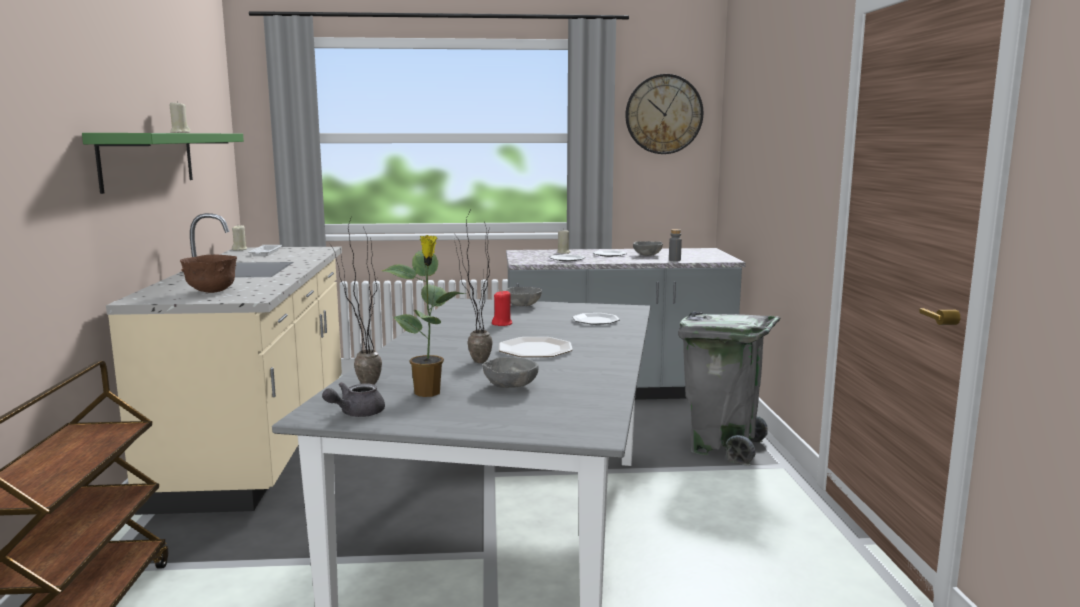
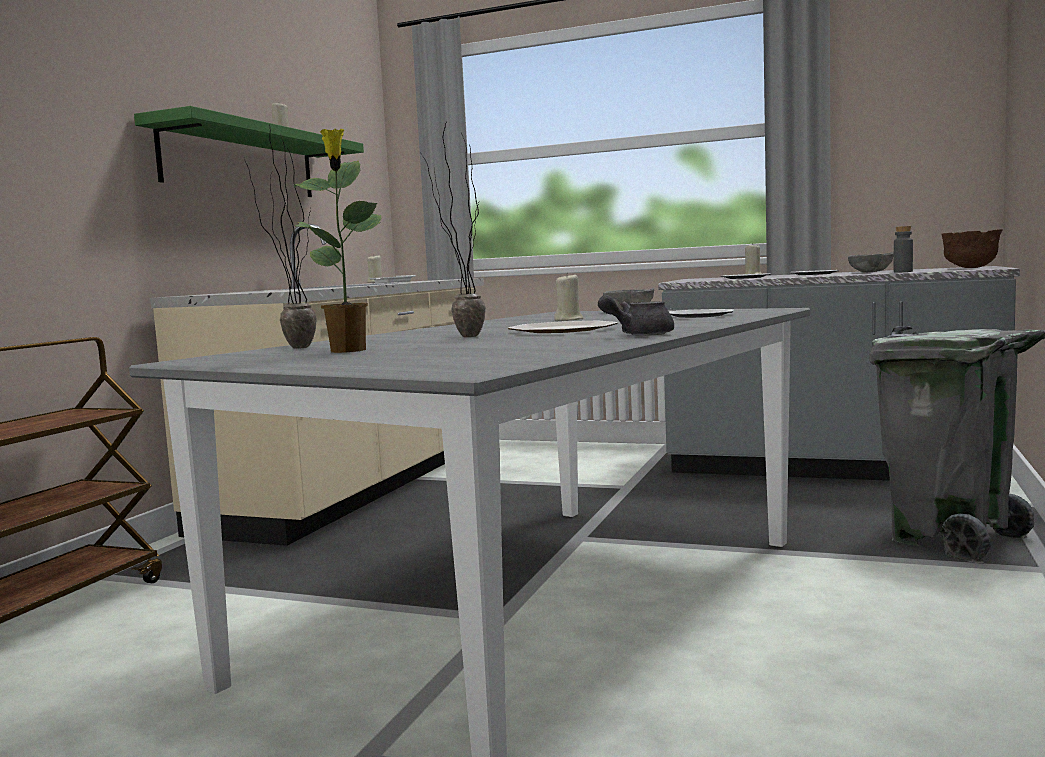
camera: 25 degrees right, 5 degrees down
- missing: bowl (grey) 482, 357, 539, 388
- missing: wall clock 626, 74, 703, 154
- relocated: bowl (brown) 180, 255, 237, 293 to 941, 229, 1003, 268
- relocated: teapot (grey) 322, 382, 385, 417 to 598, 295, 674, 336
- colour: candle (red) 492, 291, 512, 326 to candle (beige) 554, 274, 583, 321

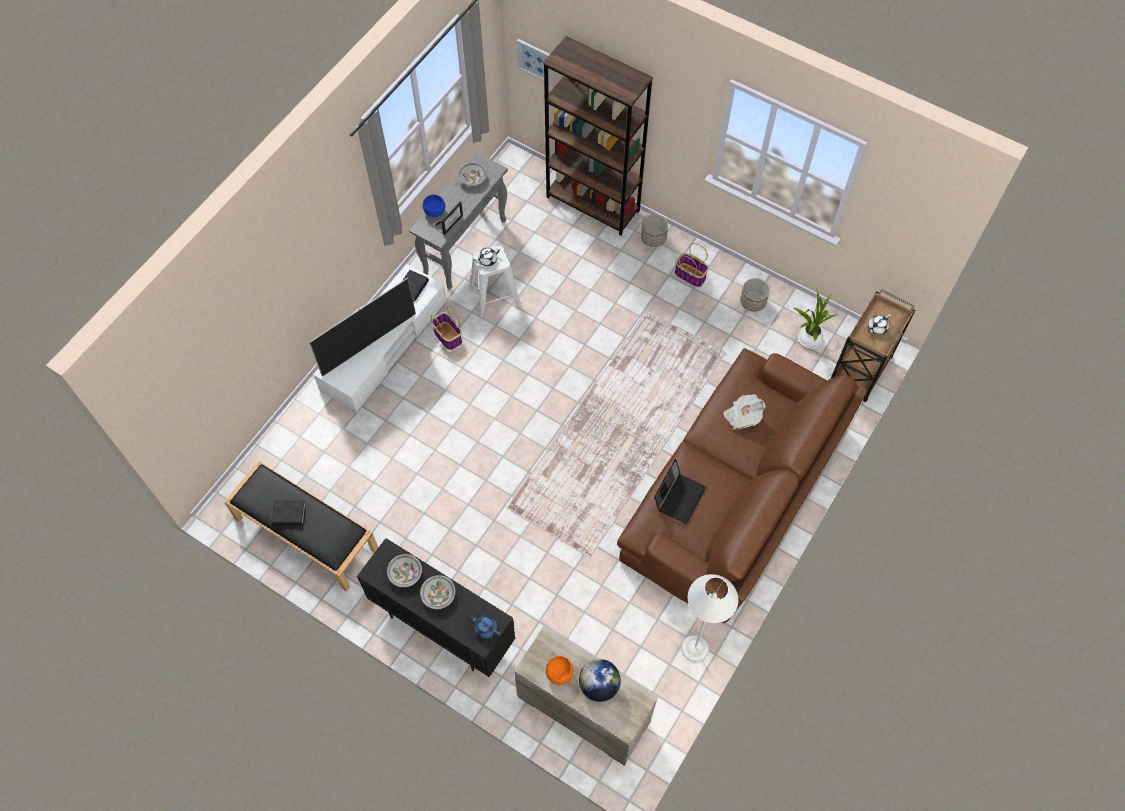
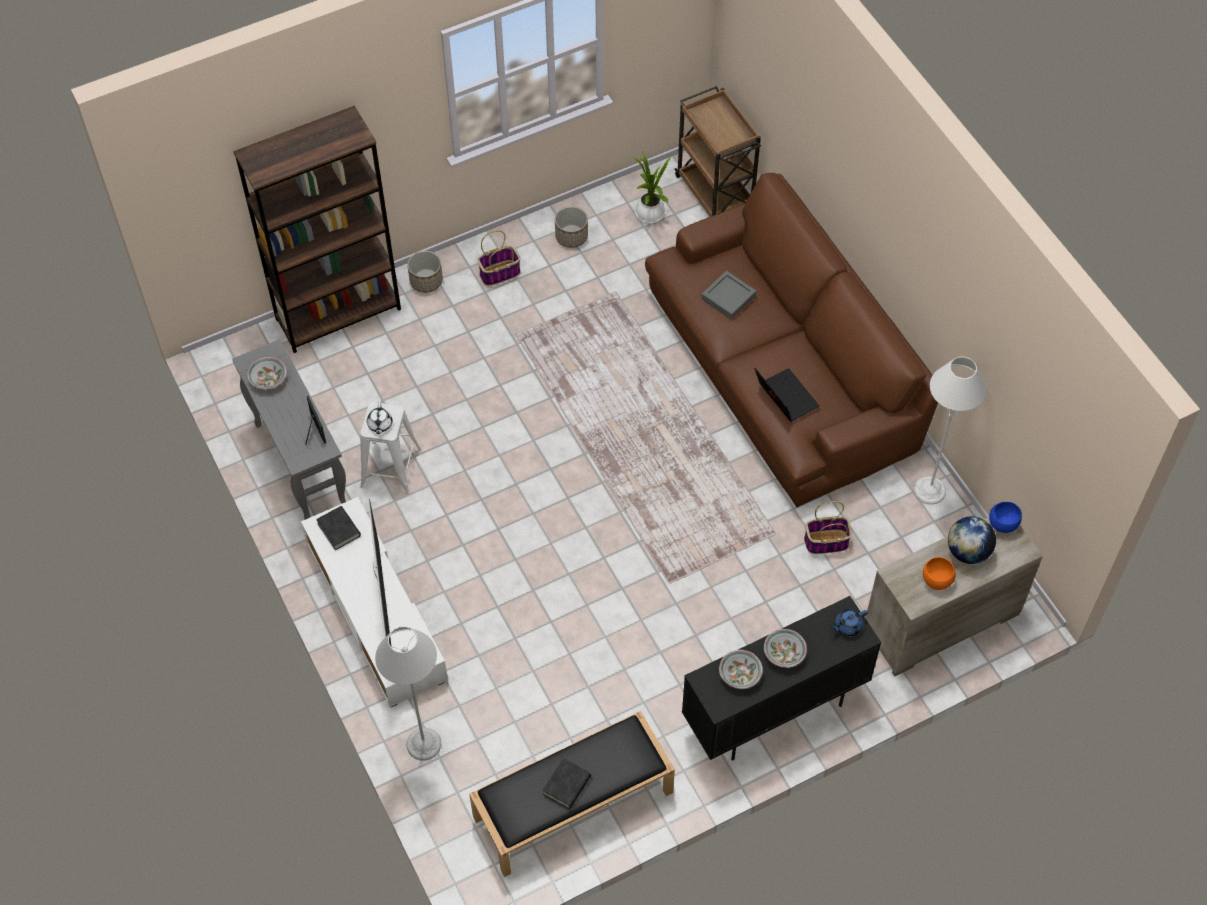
camera: 60 degrees left, 5 degrees down
- missing: picture 517, 39, 552, 84
- missing: teapot (white) 868, 314, 891, 335
- appeared: floor lamp (grey) 375, 626, 441, 761
- relocated: bowl (blue) 423, 194, 445, 217 to 989, 502, 1022, 533
- relocated: basket 431, 306, 462, 350 to 804, 501, 852, 554
- exchanged: newspaper 723, 394, 766, 430 to tray (grey) 701, 271, 756, 319

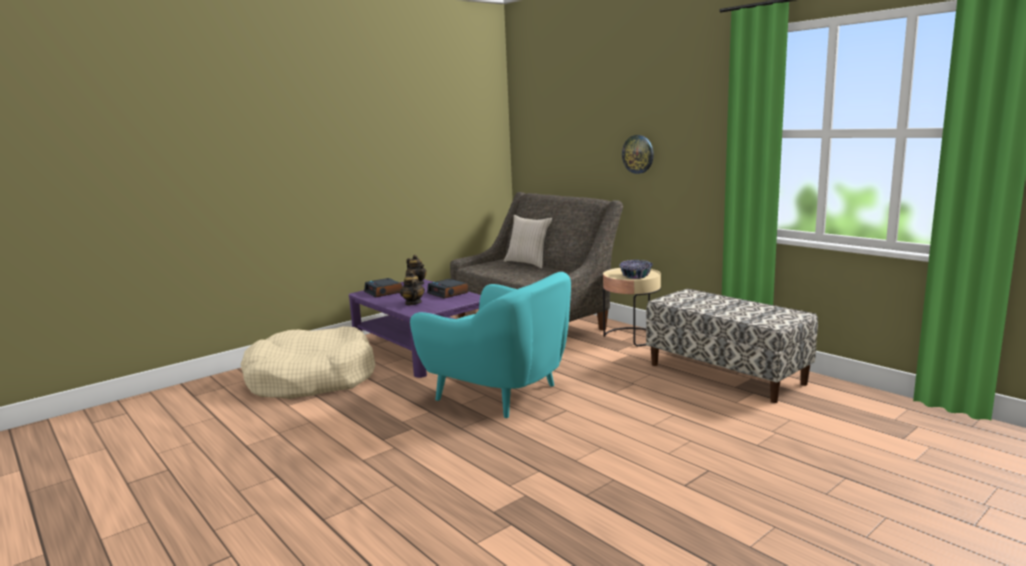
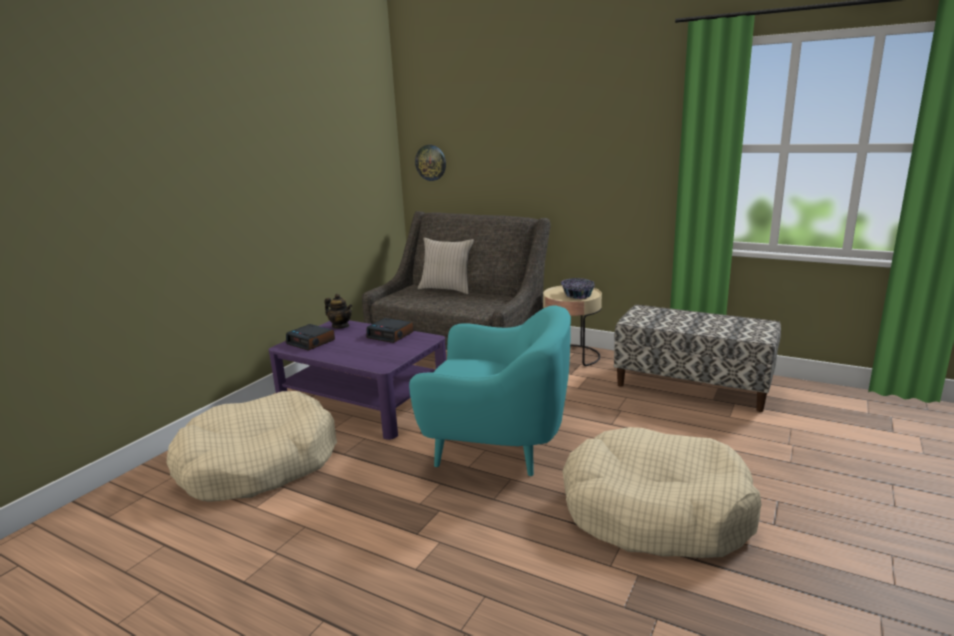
camera: 20 degrees left, 5 degrees up
- missing: teapot 400, 271, 425, 305
- appeared: dog bed (beige) 562, 427, 762, 558
- relocated: wall clock 622, 135, 654, 174 to 415, 145, 446, 181

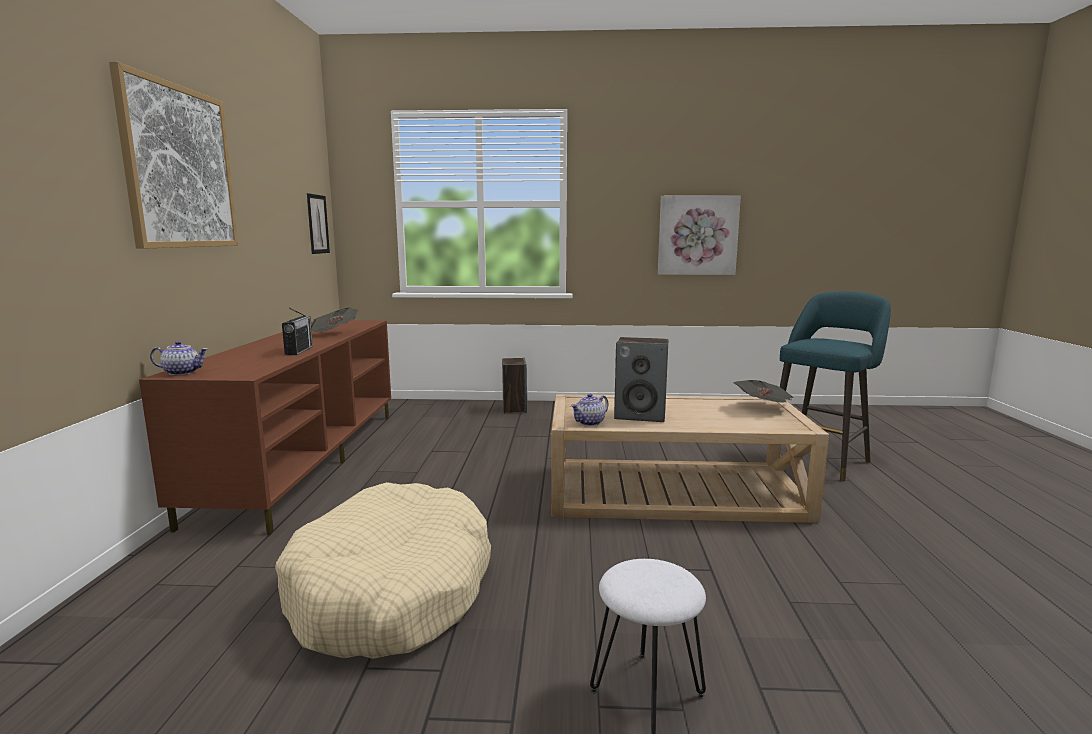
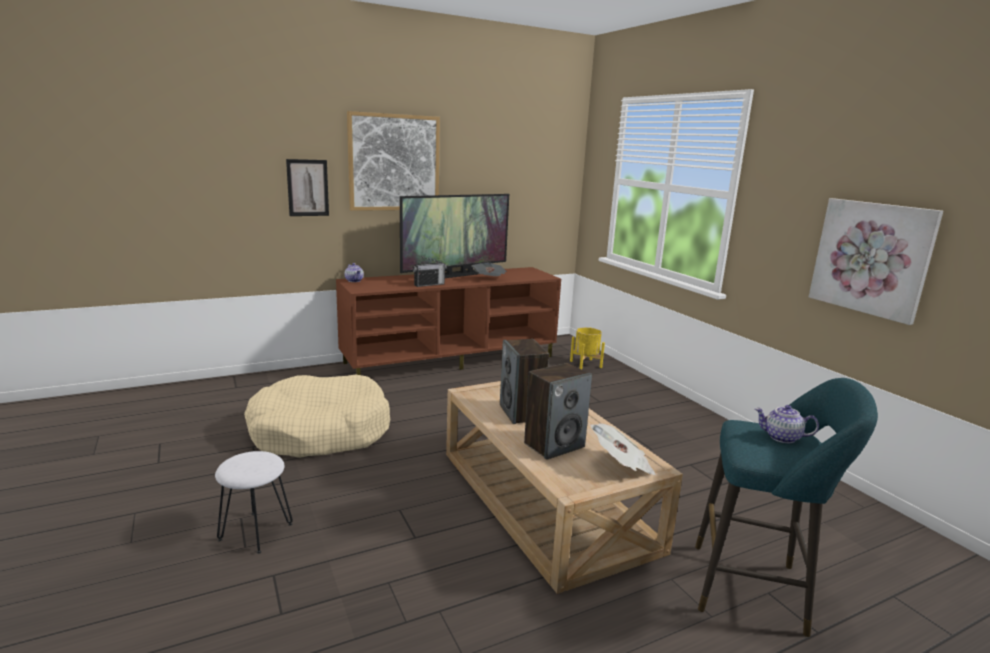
camera: 60 degrees right, 5 degrees up
- appeared: television 400, 194, 509, 278
- appeared: planter (yellow) 570, 327, 605, 370
- relocated: picture 307, 193, 330, 254 to 286, 159, 329, 216
- relocated: speaker 502, 358, 527, 414 to 524, 363, 592, 460
- relocated: teapot 571, 394, 608, 426 to 755, 405, 819, 443

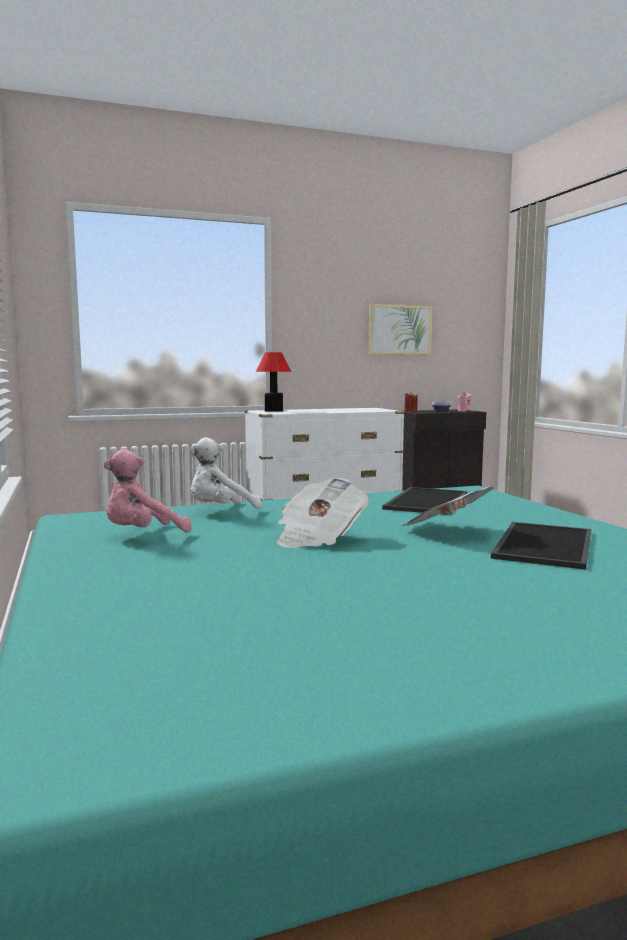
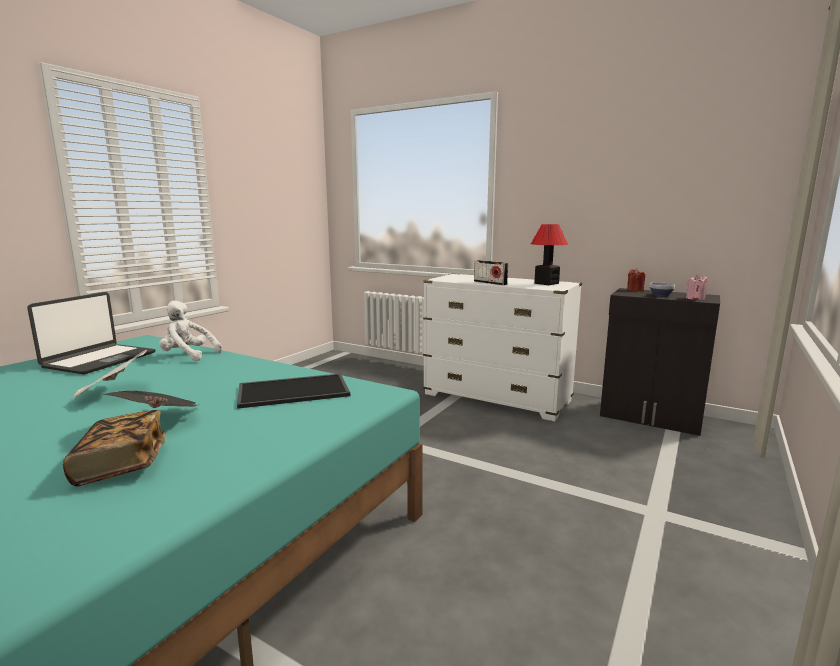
camera: 50 degrees right, 5 degrees up
- missing: picture 368, 304, 432, 355
- appeared: radio 474, 260, 508, 285
- relocated: table lamp 256, 352, 291, 412 to 531, 224, 568, 285
- exchanged: plush toy (pink) 104, 449, 192, 533 to laptop 27, 292, 155, 375
- exchanged: tray 491, 522, 591, 570 to book 63, 410, 166, 486

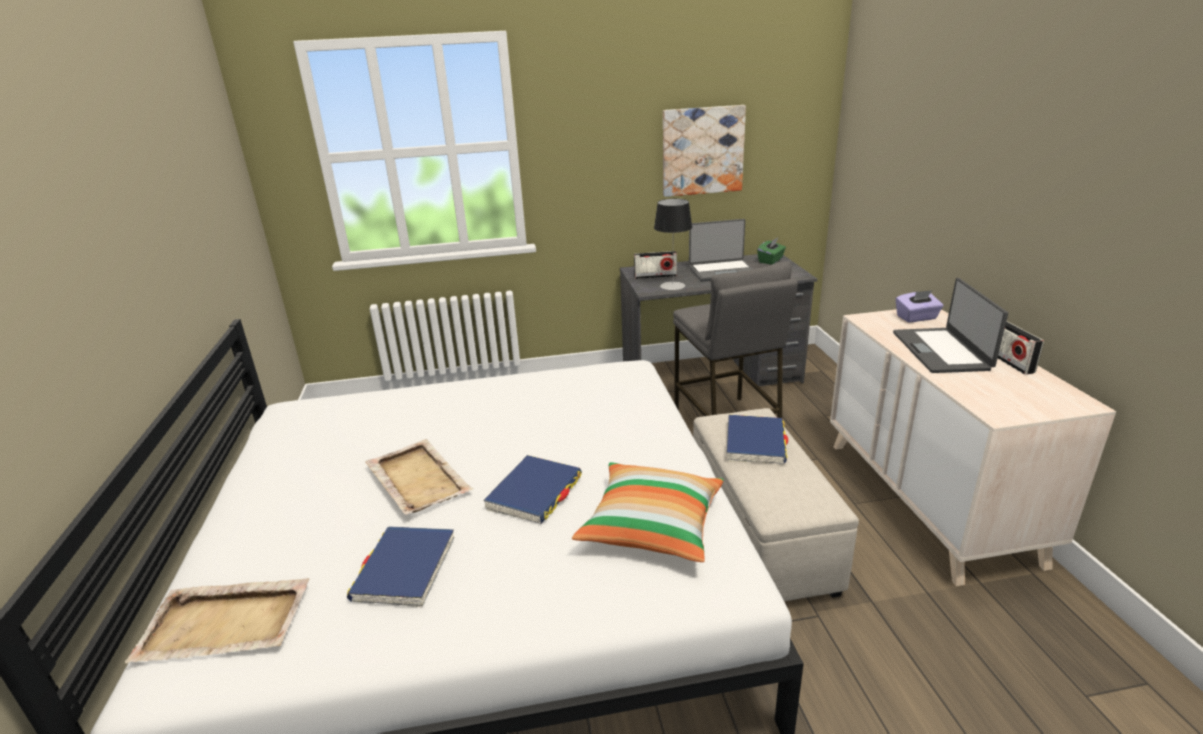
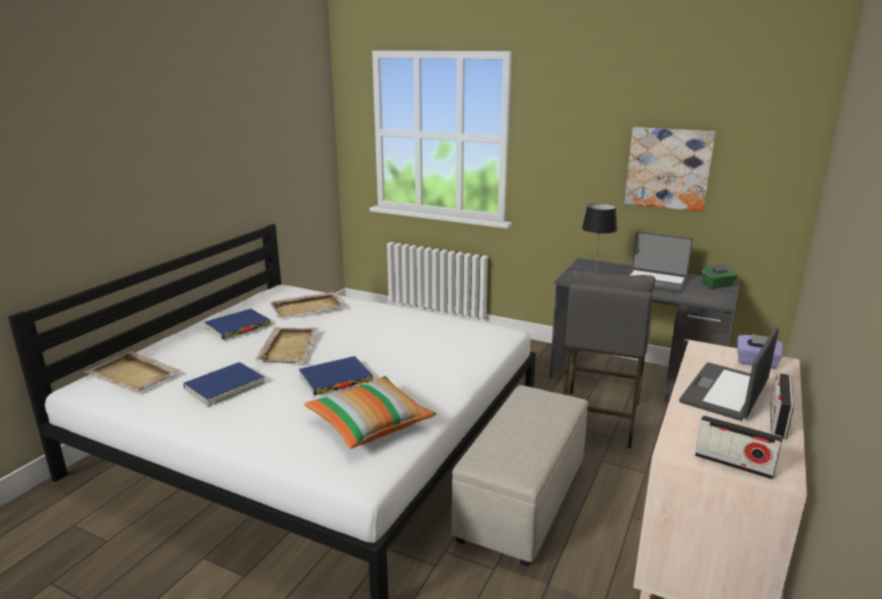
camera: 35 degrees right, 5 degrees down
- appeared: tray (beige) 270, 292, 345, 318
- relocated: radio 634, 251, 677, 279 to 695, 415, 783, 479
- relocated: book (blue) 727, 415, 788, 464 to 204, 309, 271, 339

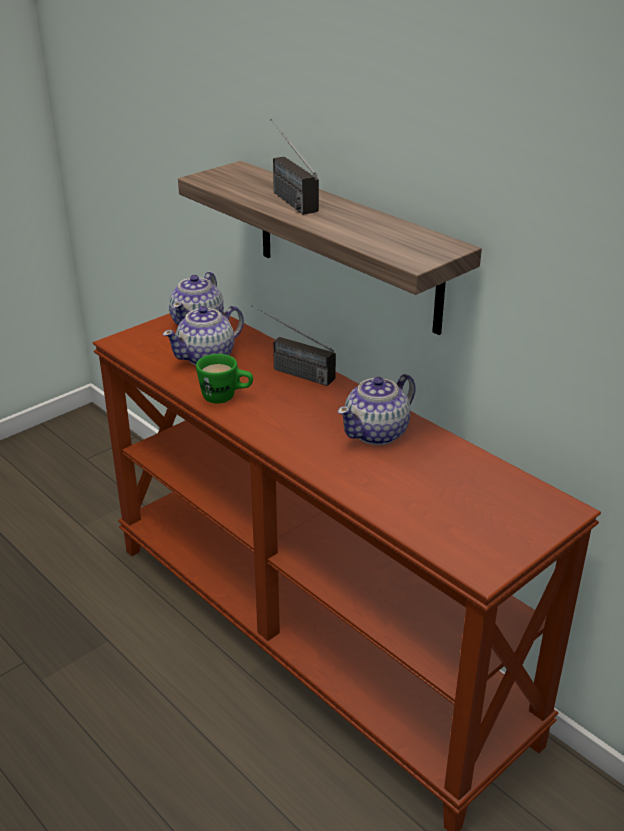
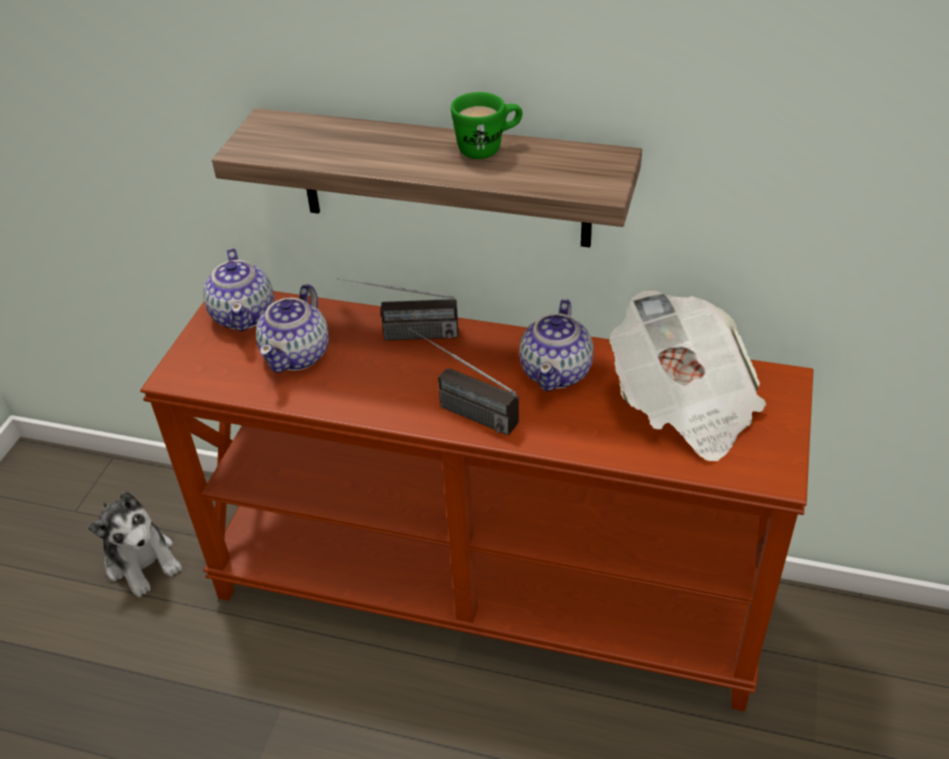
camera: 30 degrees left, 10 degrees up
- appeared: plush toy 88, 491, 182, 597
- appeared: newspaper 609, 289, 766, 461
- relocated: mug (green) 196, 354, 253, 404 to 451, 92, 522, 159
- relocated: radio 270, 119, 319, 215 to 409, 327, 519, 435

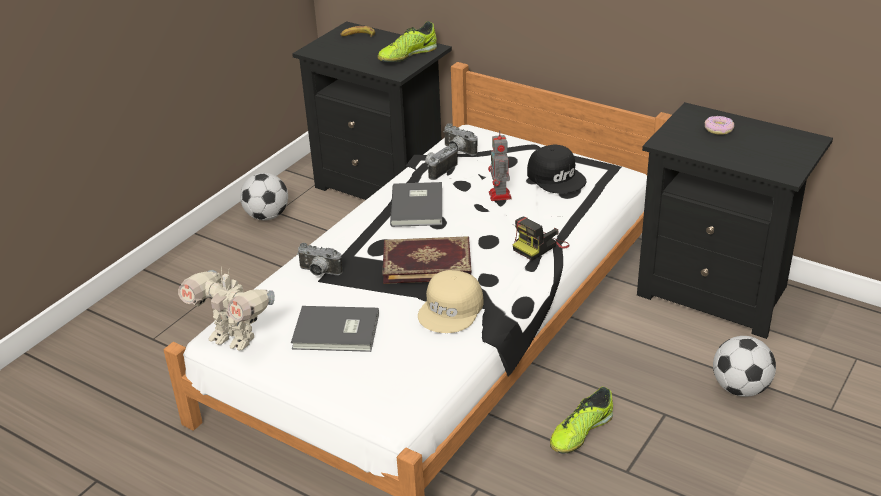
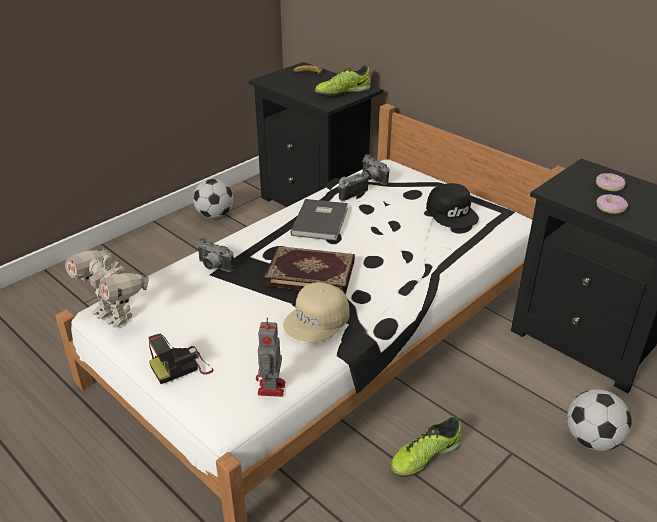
camera: 10 degrees right, 0 degrees up
- missing: book (grey) 291, 306, 379, 352
- appeared: donut 596, 194, 628, 214
- relocated: toy robot 488, 130, 512, 201 to 256, 318, 285, 397
- relocated: photo camera 513, 217, 570, 261 to 149, 334, 214, 384

